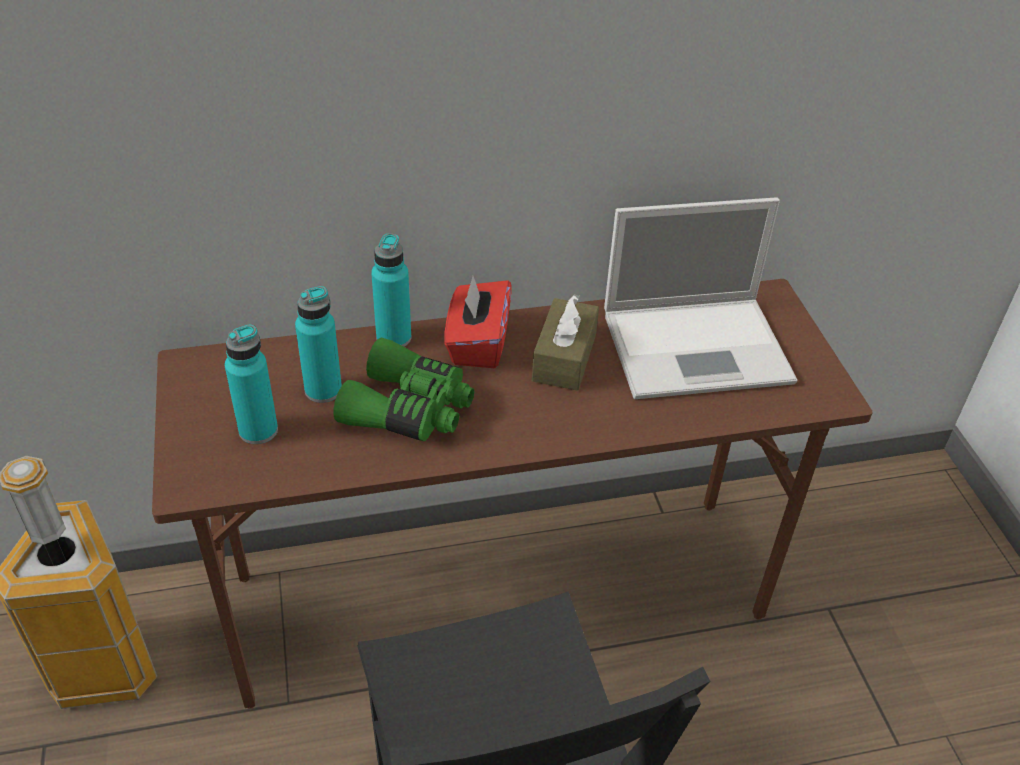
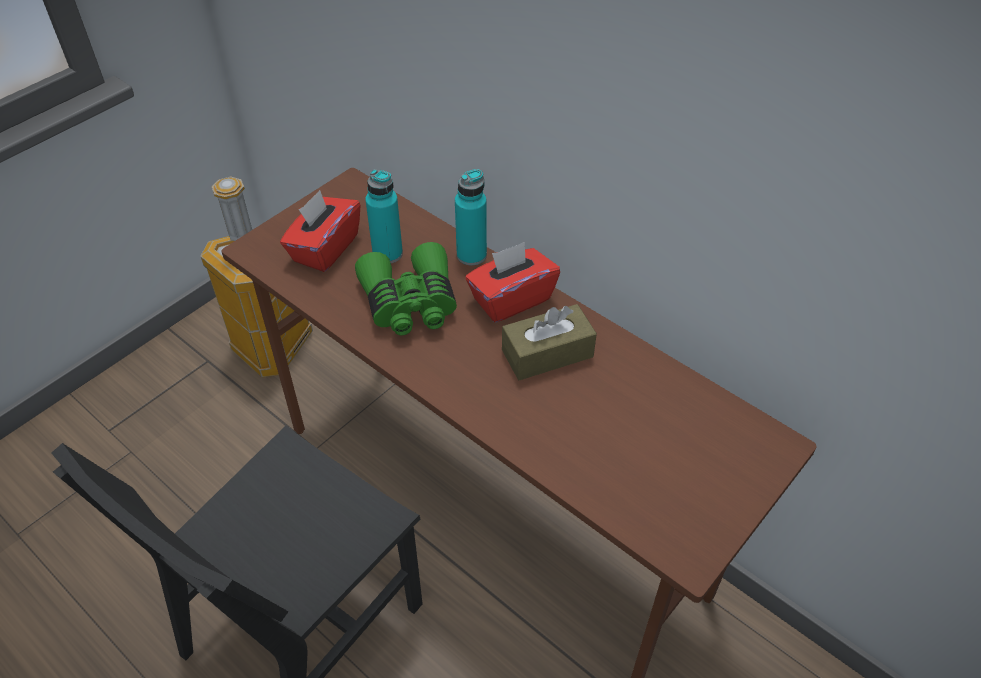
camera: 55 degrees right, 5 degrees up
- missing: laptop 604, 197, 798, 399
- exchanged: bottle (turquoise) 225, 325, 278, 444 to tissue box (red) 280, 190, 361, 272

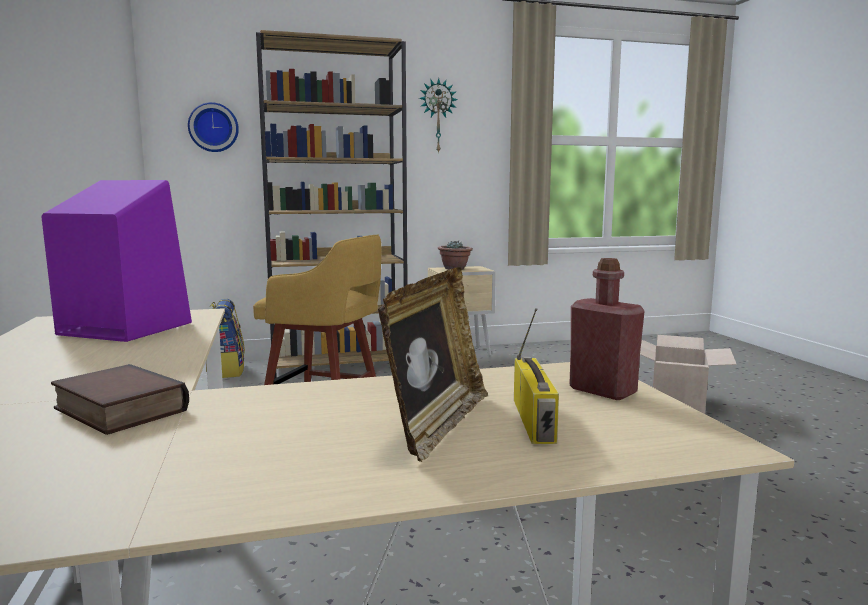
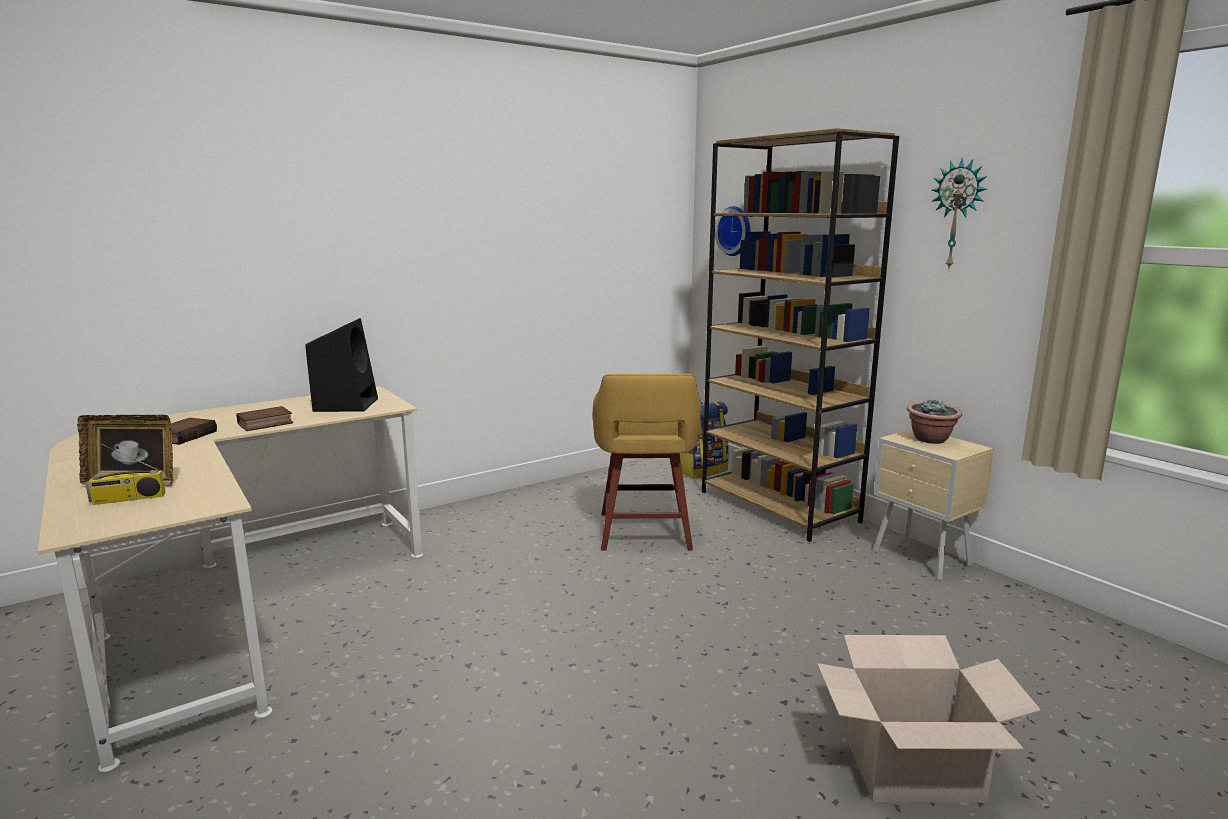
camera: 70 degrees right, 5 degrees up
- missing: bottle (red) 570, 258, 645, 400
- appeared: book 237, 406, 293, 431
- colour: speaker (purple) 42, 180, 192, 342 to speaker (black) 305, 318, 378, 412

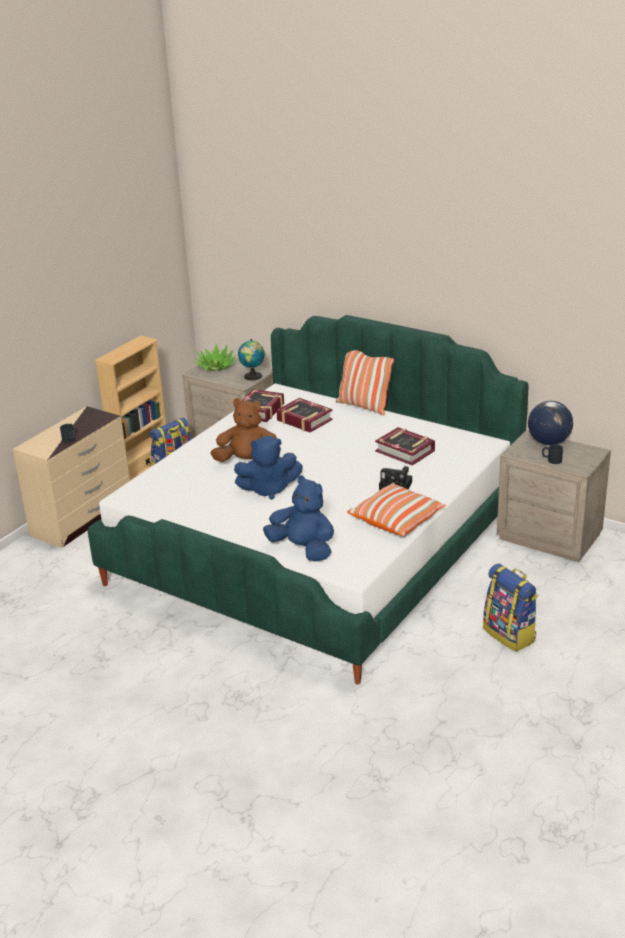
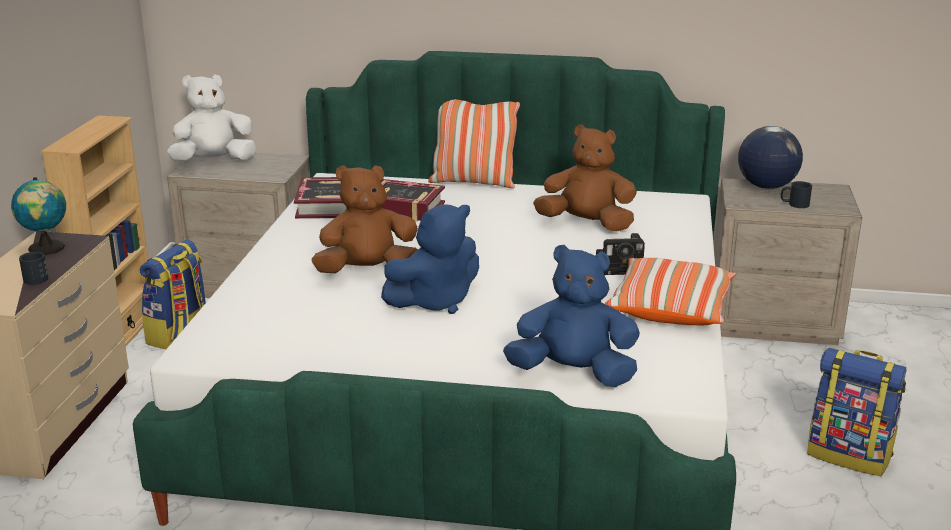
camera: 25 degrees left, 5 degrees down
- relocated: globe 238, 339, 265, 380 to 11, 177, 66, 255
- exchanged: potted plant 193, 344, 237, 371 to plush toy (white) 167, 74, 256, 161
- exchanged: book 375, 427, 435, 466 to plush toy (brown) 533, 125, 637, 232

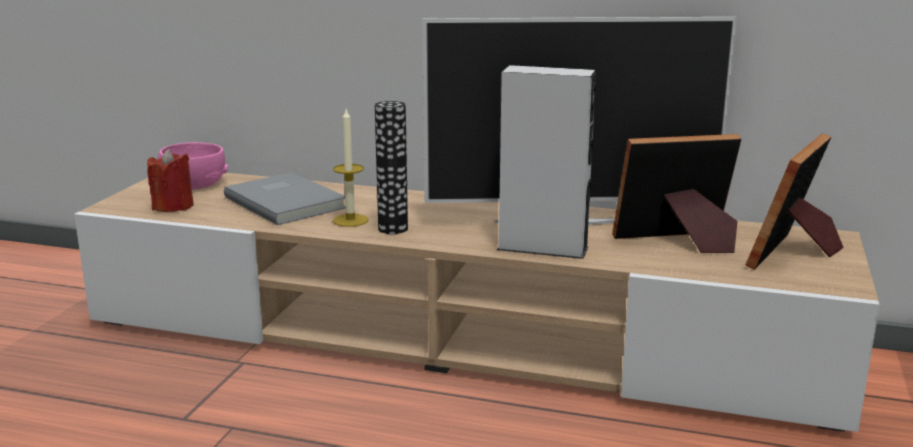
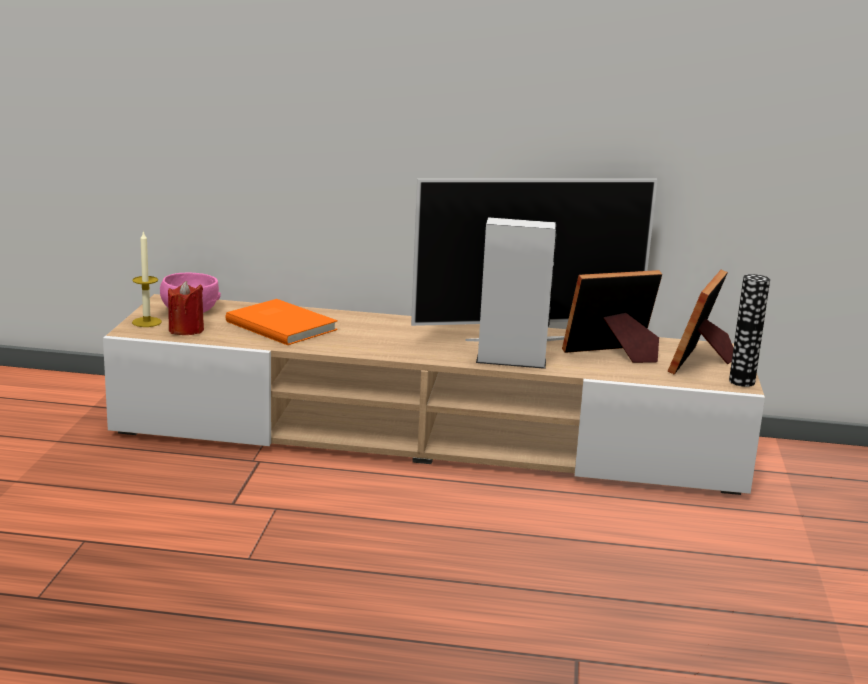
camera: 10 degrees left, 0 degrees up
- relocated: candle 333, 109, 369, 227 to 132, 231, 162, 327
- relocated: vase 375, 101, 408, 234 to 729, 274, 770, 387
- colour: book (grey) 224, 172, 346, 225 to book (orange) 225, 299, 338, 345

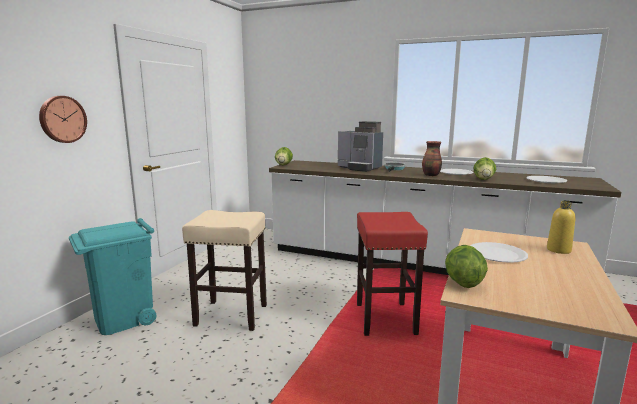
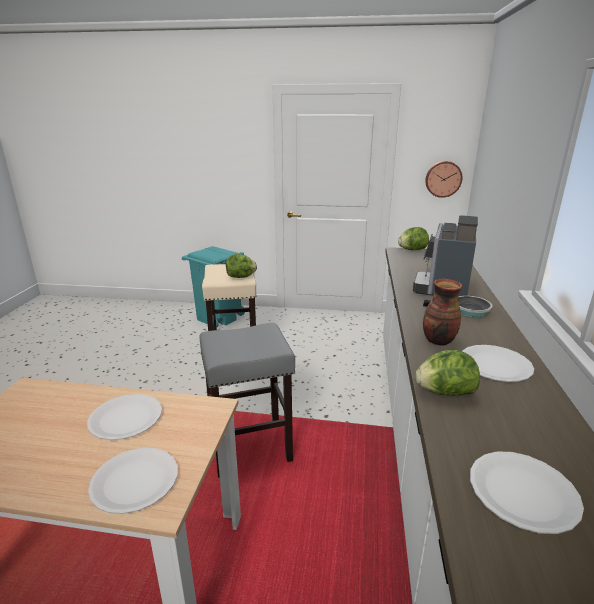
camera: 75 degrees right, 10 degrees up
- relocated: wall clock 39, 96, 87, 143 to 425, 161, 462, 198
- relocated: lettuce 445, 245, 488, 288 to 226, 254, 257, 278
- exchanged: bottle (yellow) 547, 201, 575, 254 to plate (white) 88, 448, 178, 514
- colour: stool (red) 357, 212, 428, 336 to stool (grey) 199, 323, 295, 477

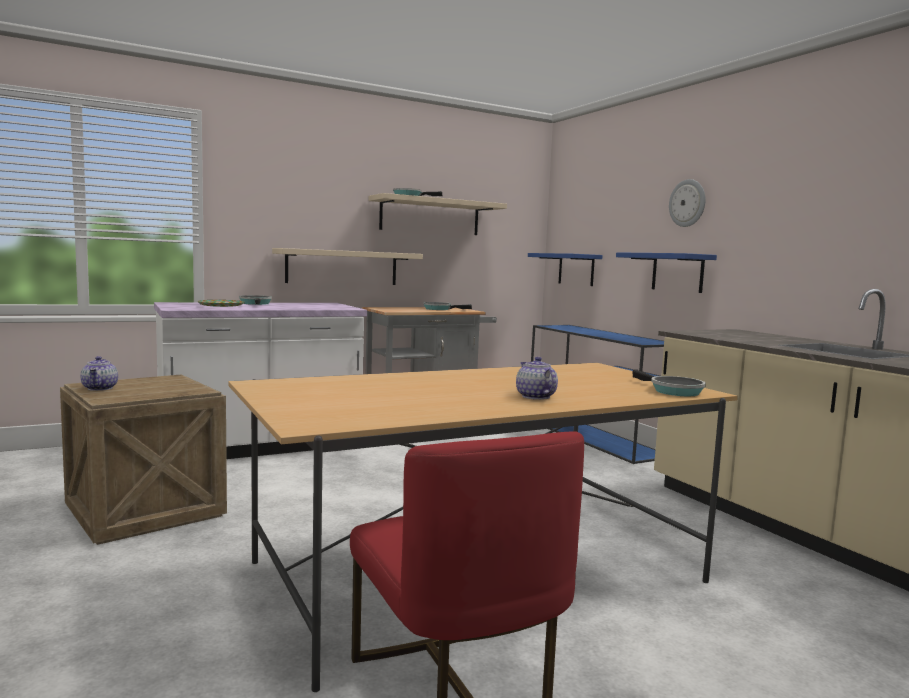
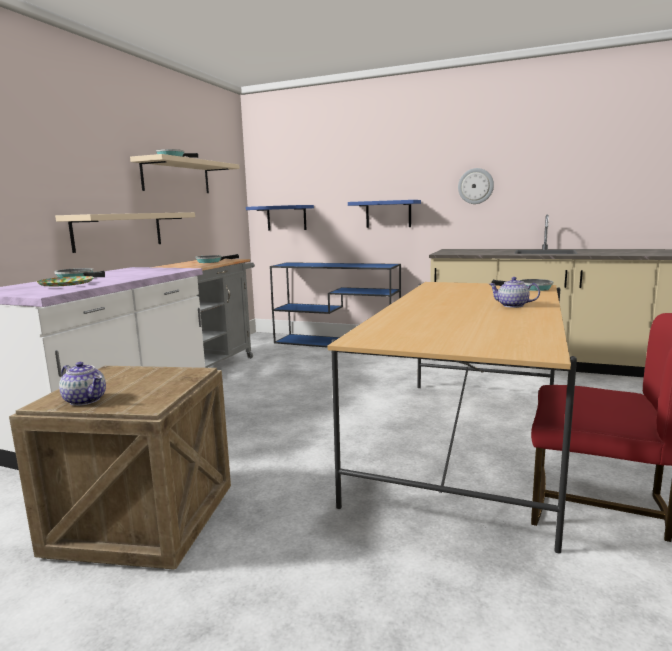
camera: 40 degrees left, 5 degrees up
- relocated: wall clock 669, 179, 705, 227 to 458, 168, 494, 204

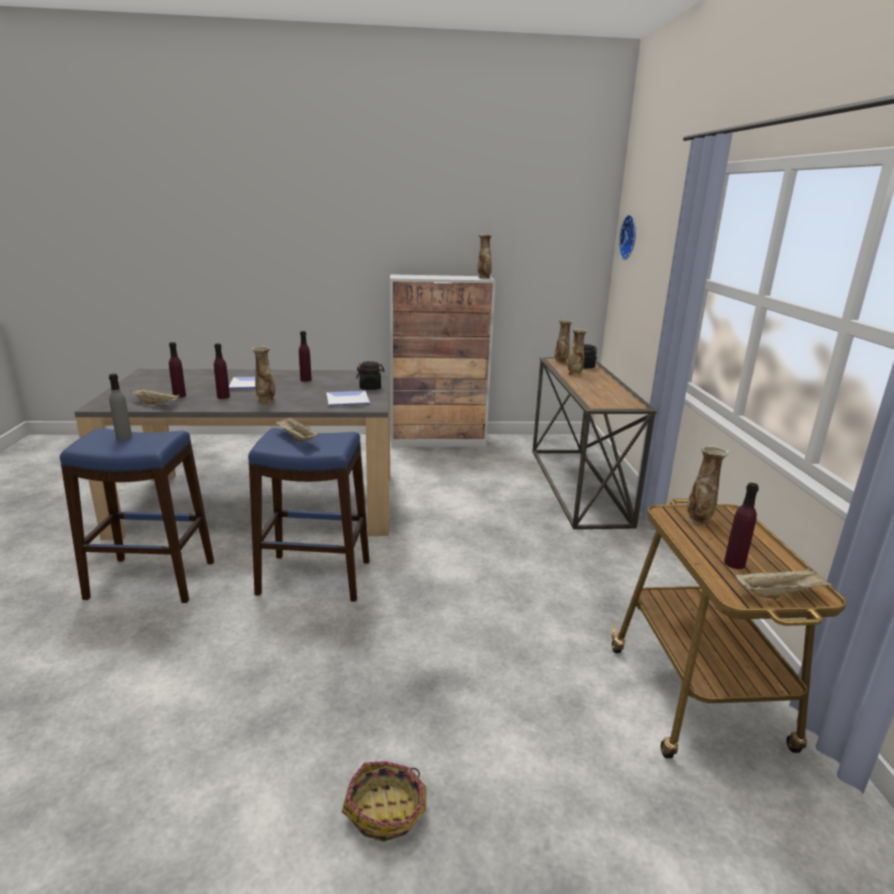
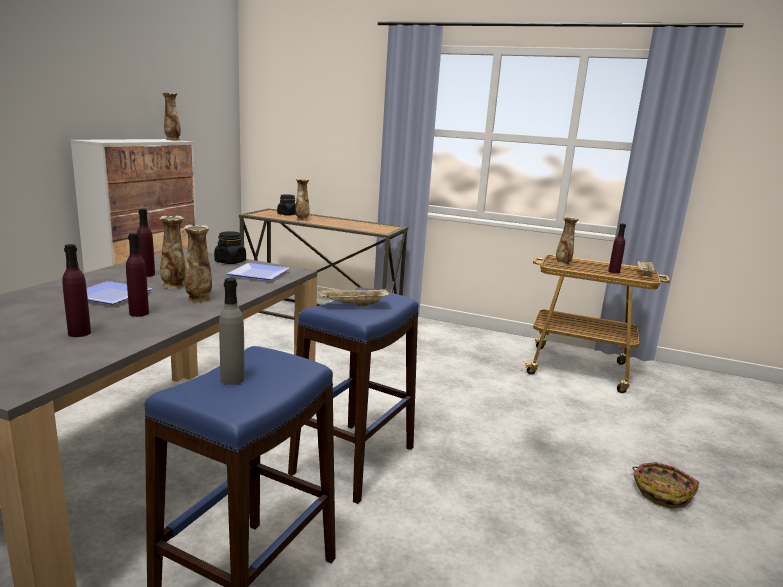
camera: 65 degrees left, 5 degrees down
- missing: tray (beige) 130, 389, 180, 405
- missing: wall clock 619, 215, 636, 260
- relocated: vase 554, 319, 573, 364 to 160, 216, 186, 289

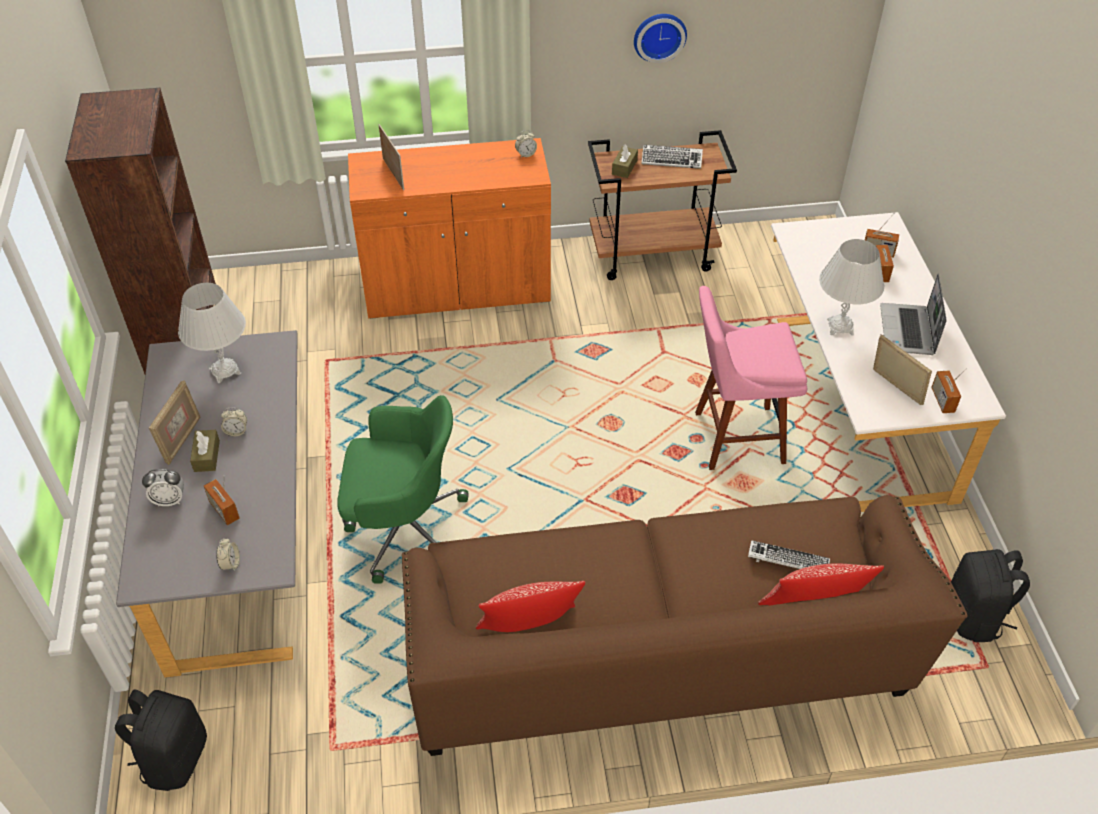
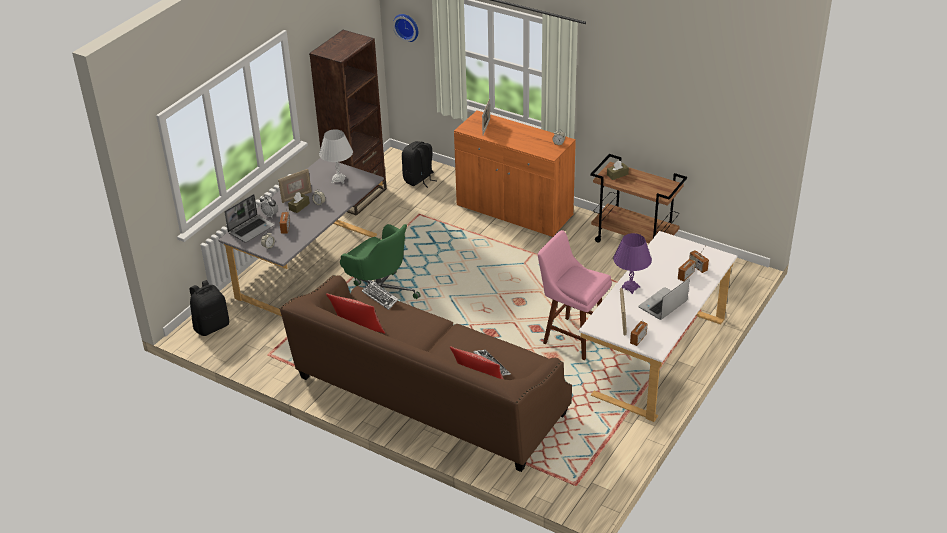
camera: 40 degrees right, 10 degrees down
- appeared: laptop 224, 194, 275, 243
- relocated: wall clock 634, 14, 687, 63 to 393, 14, 418, 42
- relocated: keyboard 642, 145, 703, 169 to 362, 281, 399, 310
- relocated: backpack (black) 951, 549, 1030, 642 to 402, 141, 436, 188
- colour: table lamp (white) 819, 239, 884, 335 to table lamp (purple) 613, 233, 652, 294

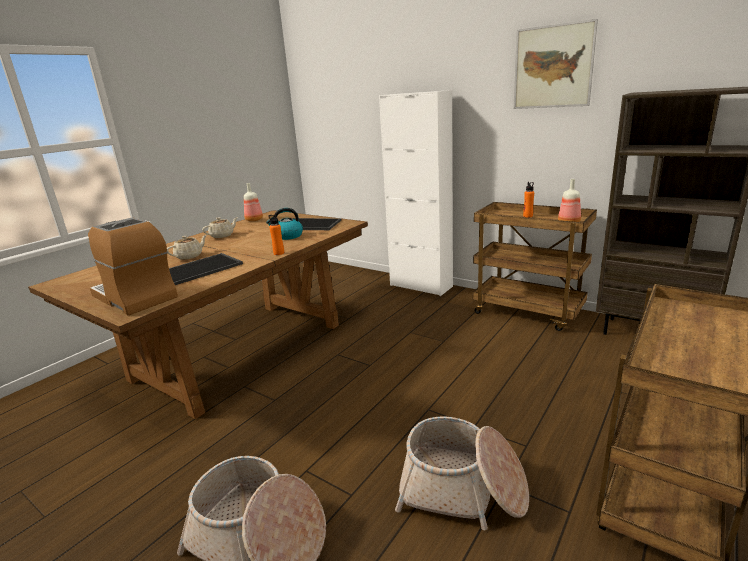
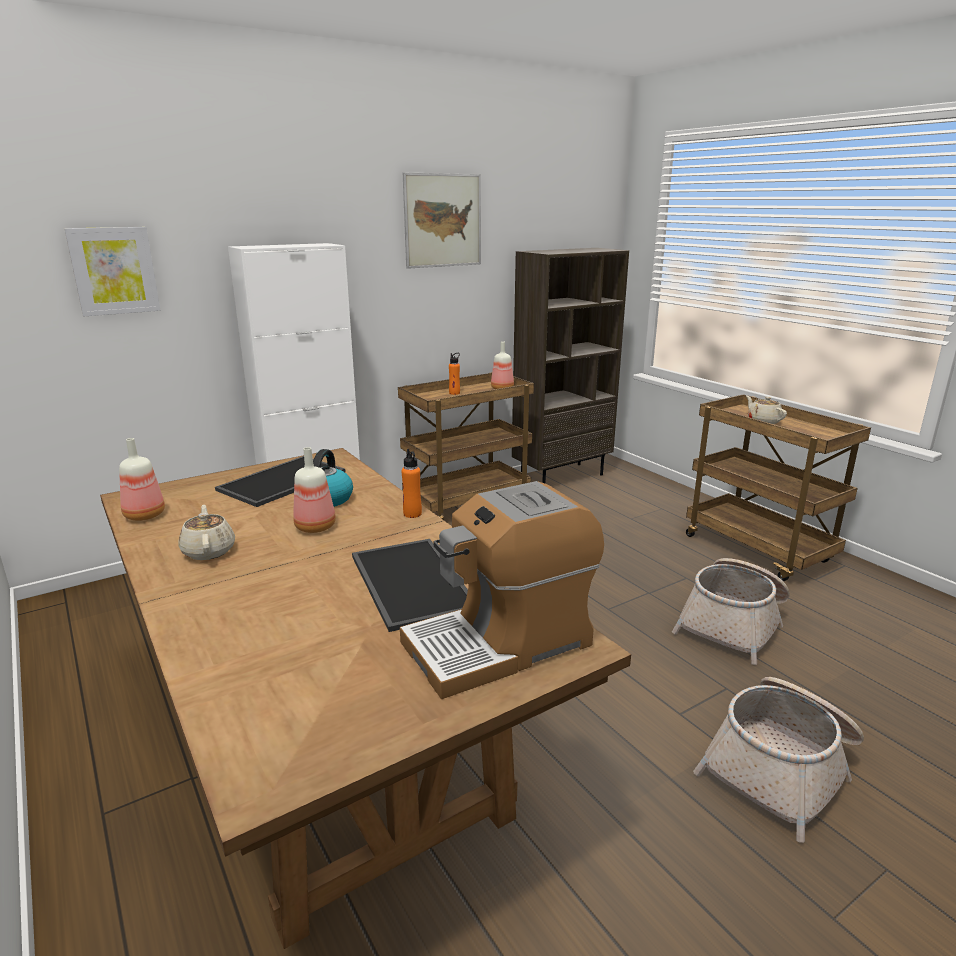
camera: 70 degrees left, 0 degrees up
- appeared: picture 64, 227, 161, 316
- appeared: bottle 293, 447, 336, 533
- relocated: teapot (beige) 167, 235, 207, 260 to 746, 396, 787, 424

